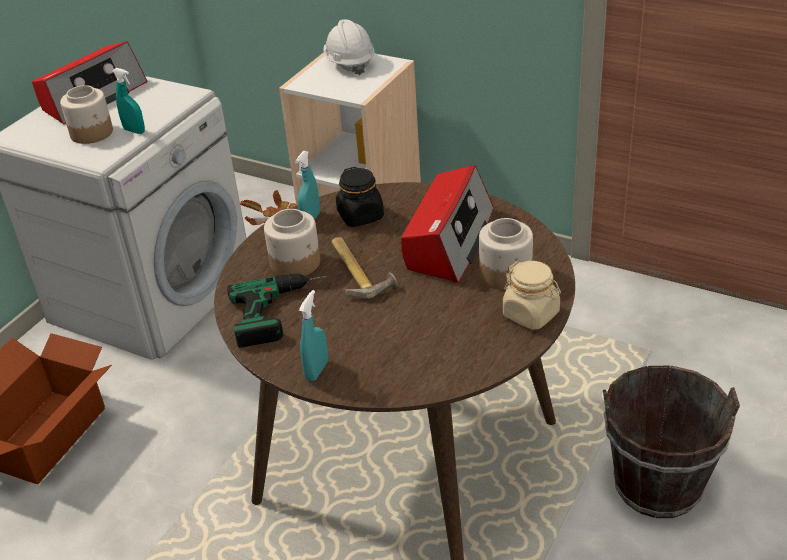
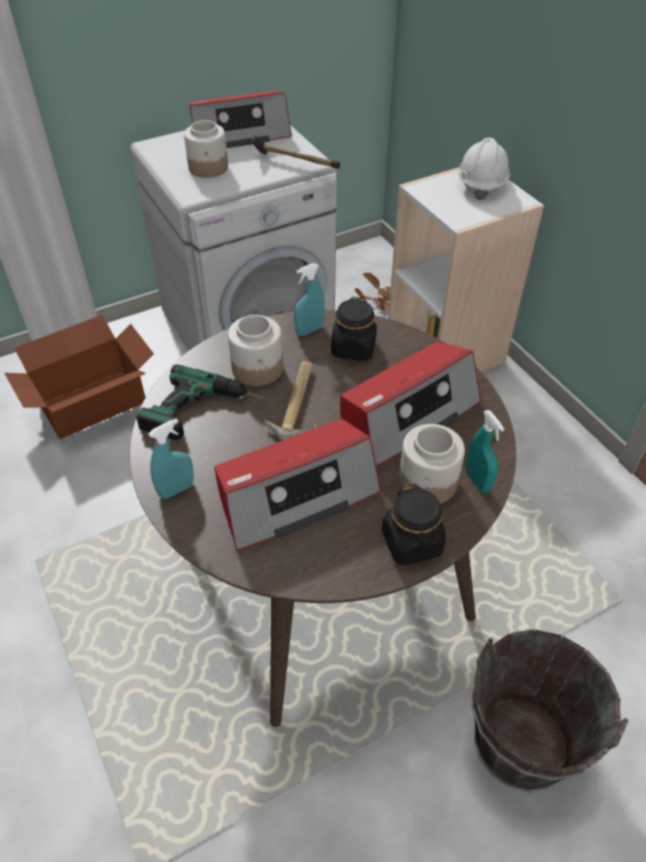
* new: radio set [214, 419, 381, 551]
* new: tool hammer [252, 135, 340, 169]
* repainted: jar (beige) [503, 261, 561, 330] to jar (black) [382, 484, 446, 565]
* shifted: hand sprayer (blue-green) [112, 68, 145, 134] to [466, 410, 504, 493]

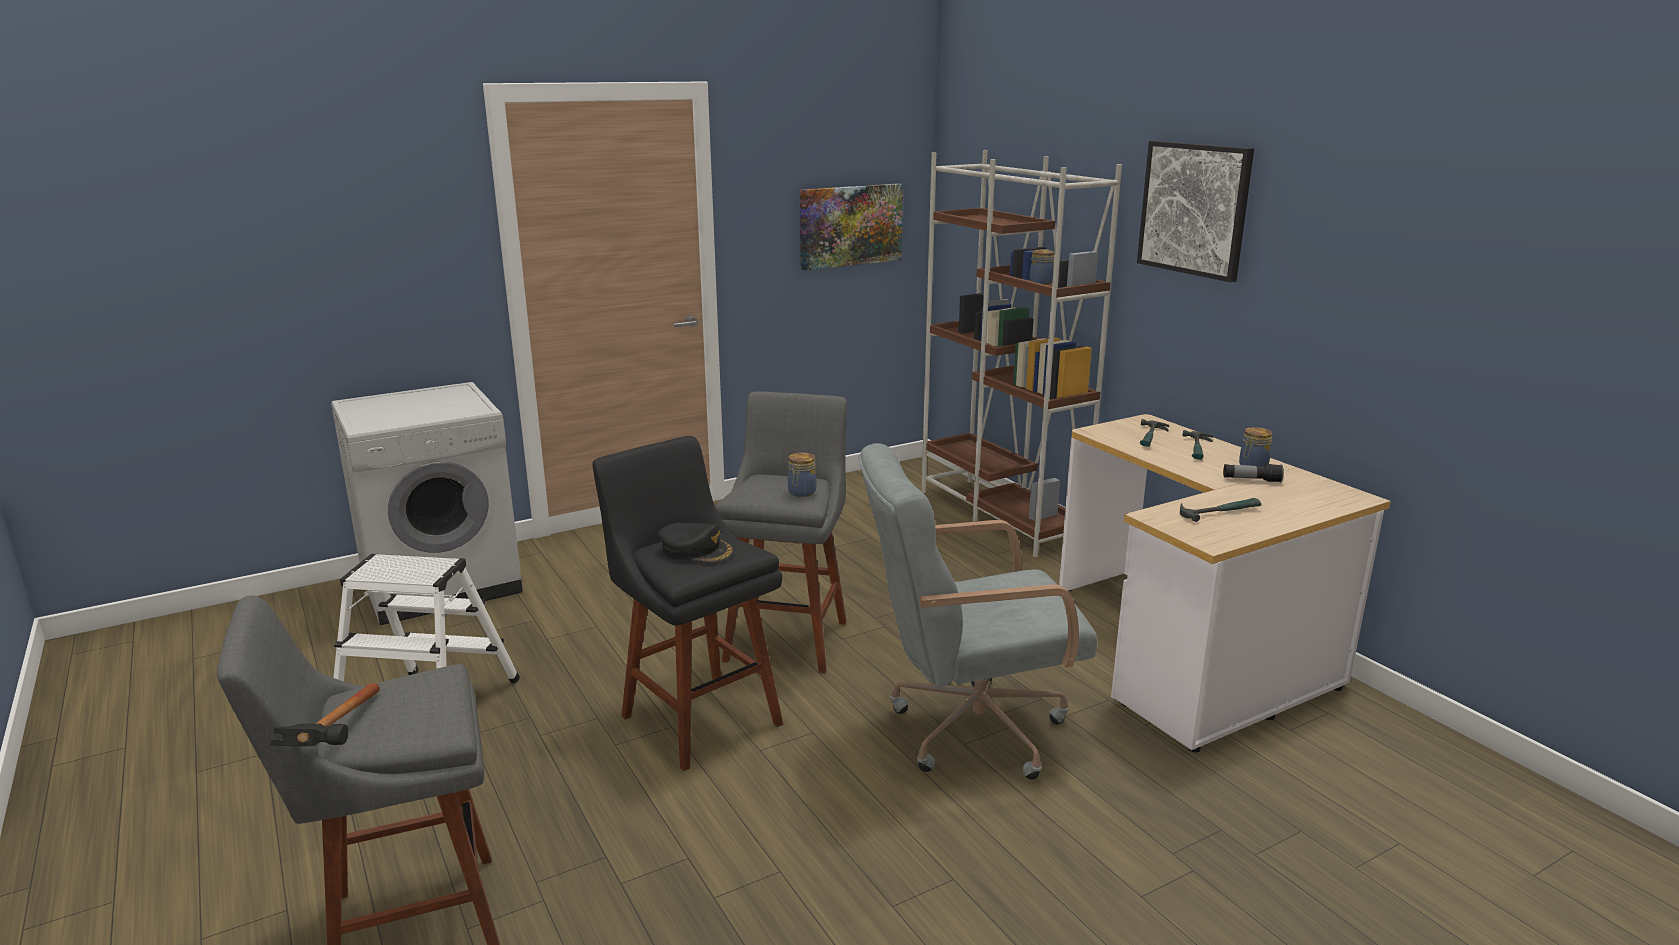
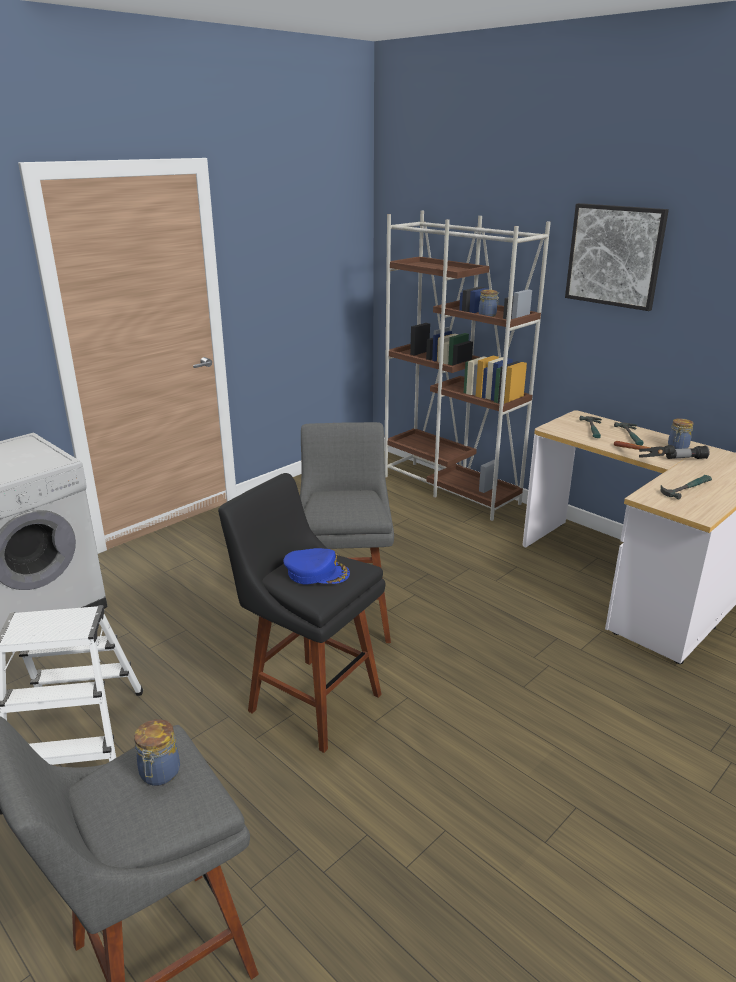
* shifted: jar [788, 452, 816, 497] to [134, 719, 180, 786]
* repainted: baseball cap (black) [658, 523, 734, 563] to baseball cap (blue) [283, 548, 350, 585]
* shifted: tool hammer [270, 683, 380, 746] to [614, 441, 675, 457]
* gone: wall art [800, 183, 903, 270]
* gone: desk chair (grey) [858, 443, 1097, 780]

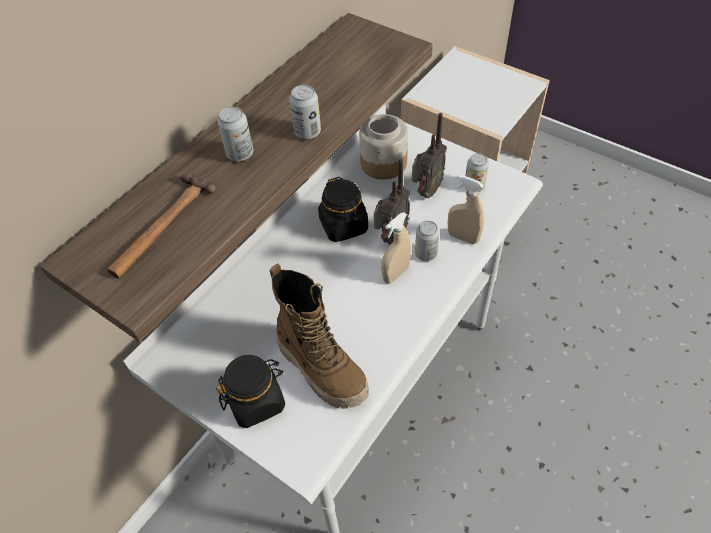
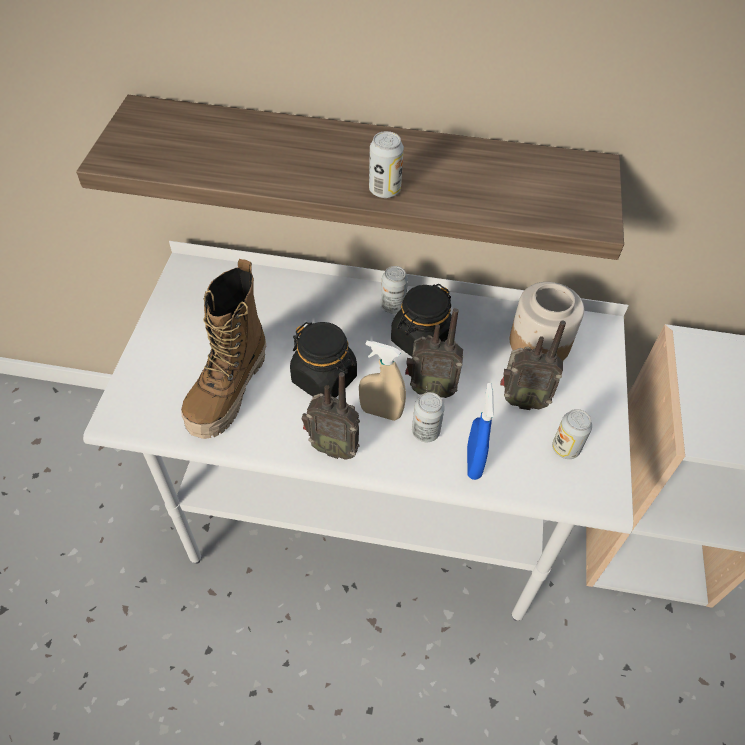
* shifted: jar (black) [216, 355, 285, 428] to [290, 322, 357, 398]
* new: radio set [302, 372, 360, 460]
* shifted: metal can [218, 106, 253, 161] to [381, 266, 408, 314]
* repainted: hand sprayer (beige) [448, 174, 484, 244] to hand sprayer (blue) [467, 383, 494, 480]
* gone: tool hammer [107, 171, 216, 278]

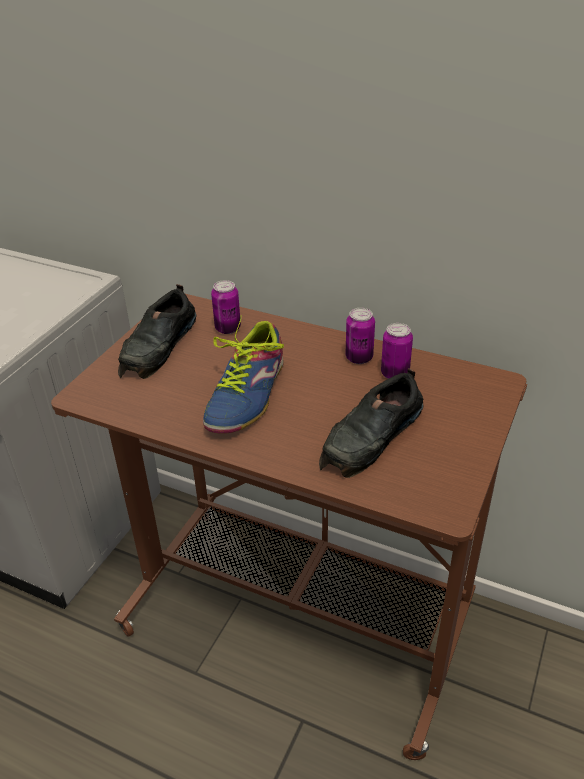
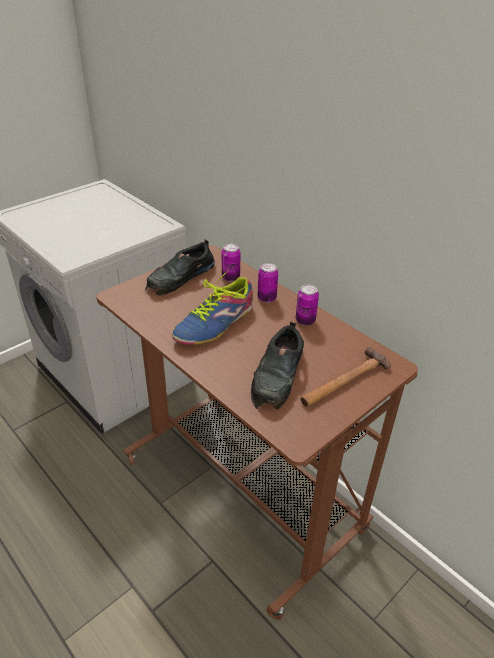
* rotated: shoe (black) [319, 368, 424, 478] = [251, 322, 304, 410] 45 degrees counterclockwise
* shifted: metal can [381, 323, 413, 379] to [257, 263, 278, 303]
* new: tool hammer [301, 347, 391, 407]

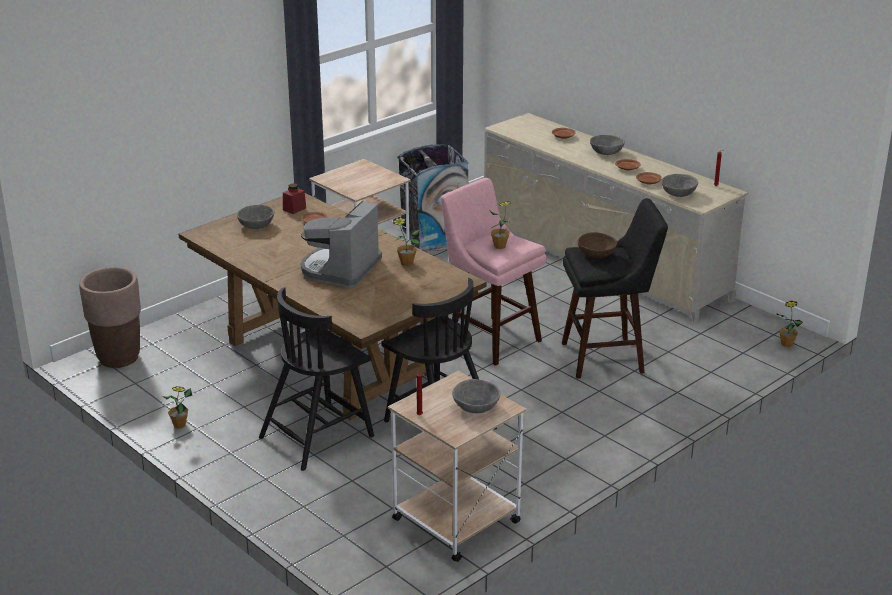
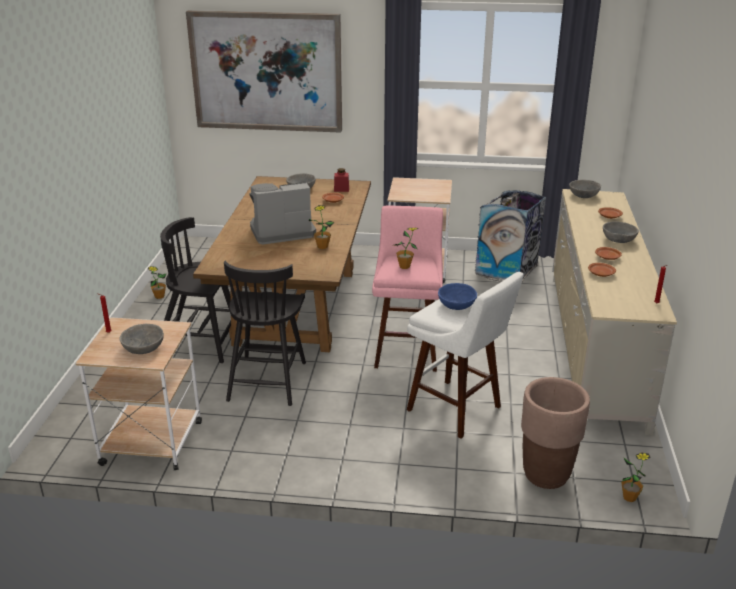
* new: wall art [186, 10, 342, 133]
* repainted: sitting stool (black) [562, 198, 668, 379] to sitting stool (white) [407, 272, 524, 439]
* repainted: bowl (brown-coloured) [578, 232, 617, 258] to bowl (blue) [438, 283, 477, 310]
* shifted: flower pot (brown-coloured) [79, 267, 141, 368] to [521, 377, 590, 489]
* shifted: bowl (grey) [662, 174, 698, 197] to [569, 180, 601, 198]

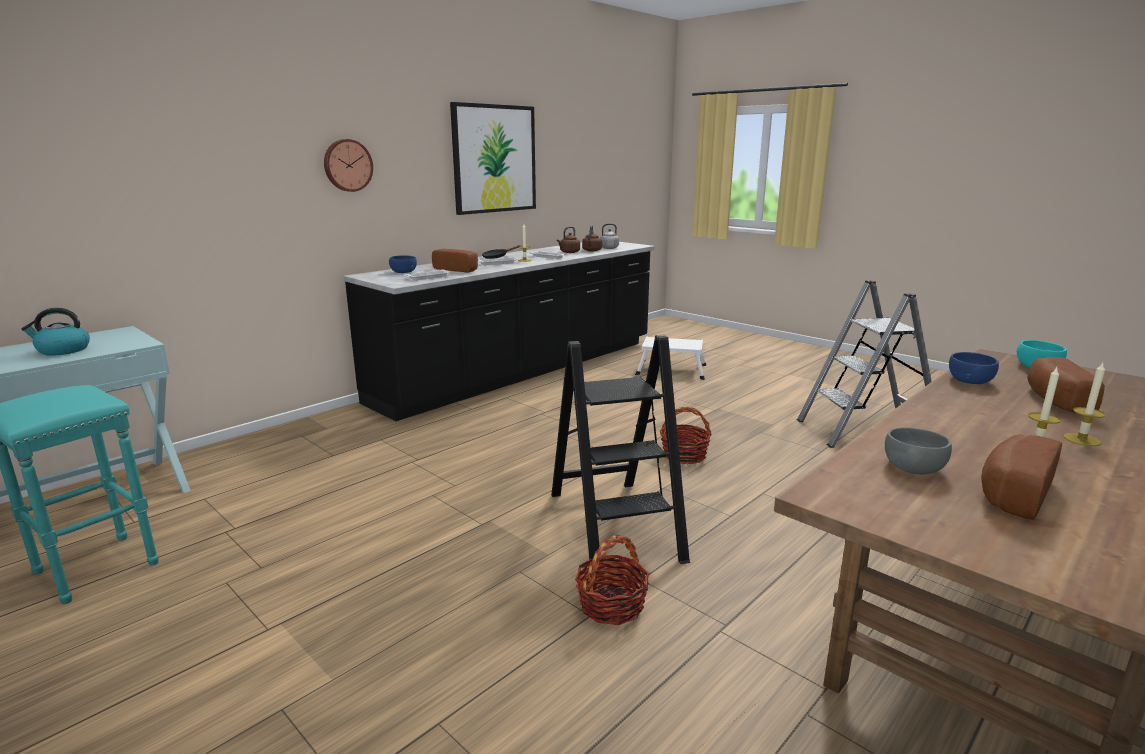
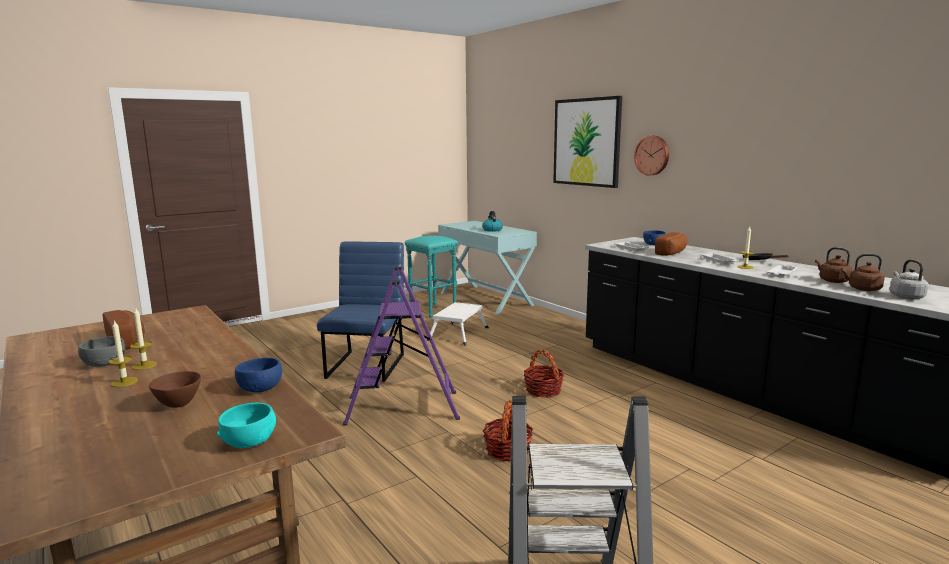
* shifted: bowl (grey) [885, 427, 952, 474] to [78, 336, 125, 367]
* swapped: bakery bread [1027, 357, 1105, 413] to bowl (brown-coloured) [149, 371, 201, 408]
* new: chair (blue) [317, 241, 404, 382]
* repainted: step ladder (black) [551, 335, 690, 574] to step ladder (purplish) [343, 266, 460, 426]
* shifted: step ladder (white) [635, 337, 706, 380] to [427, 302, 489, 346]
* shifted: household basket [575, 535, 649, 625] to [524, 350, 564, 397]
* shifted: wall art [450, 102, 536, 215] to [553, 96, 622, 188]

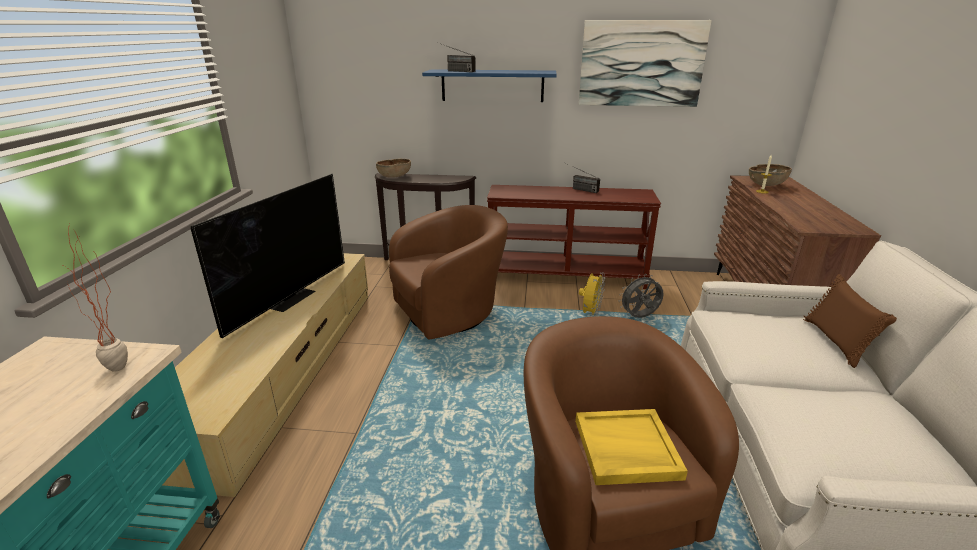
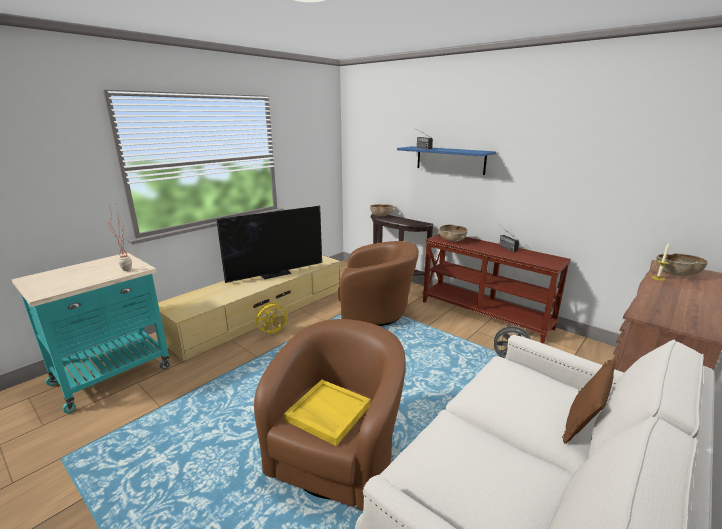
* shifted: fan (yellow) [579, 272, 605, 317] to [255, 302, 291, 336]
* new: bowl (brown-coloured) [439, 225, 467, 242]
* gone: wall art [579, 20, 712, 107]

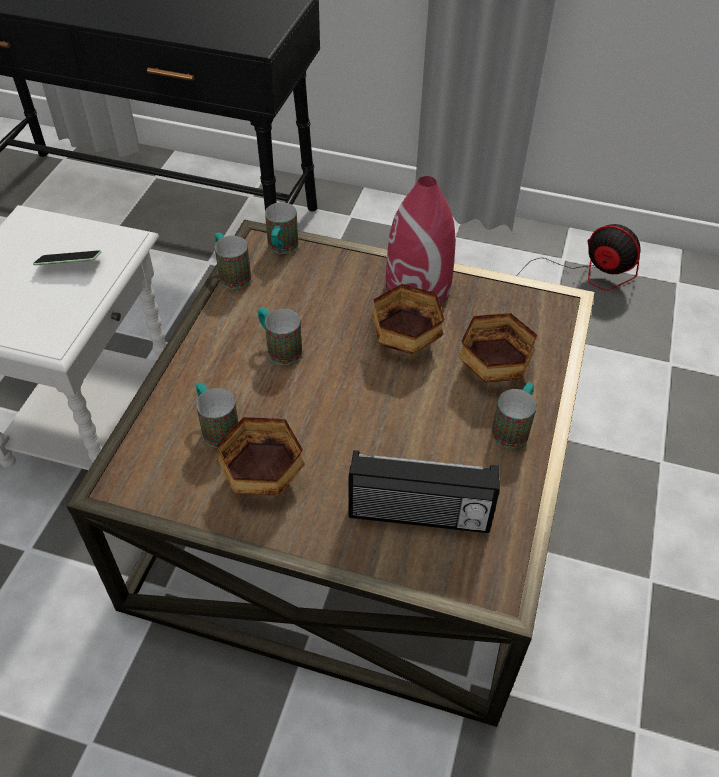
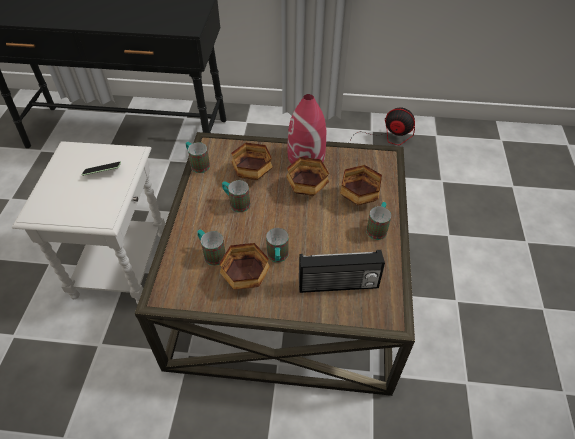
* new: bowl [231, 143, 273, 180]
* shifted: coffee mug [265, 202, 298, 254] to [266, 228, 289, 262]

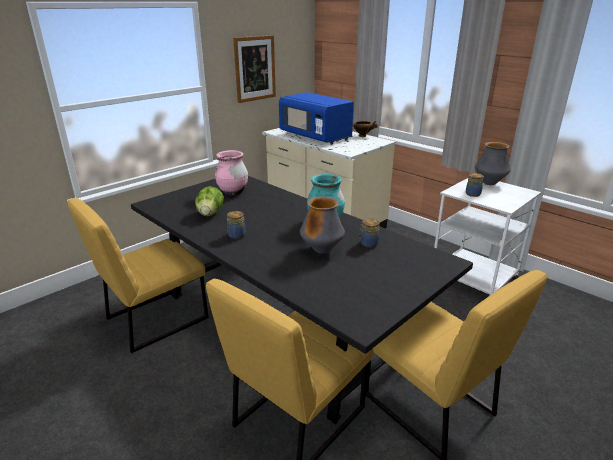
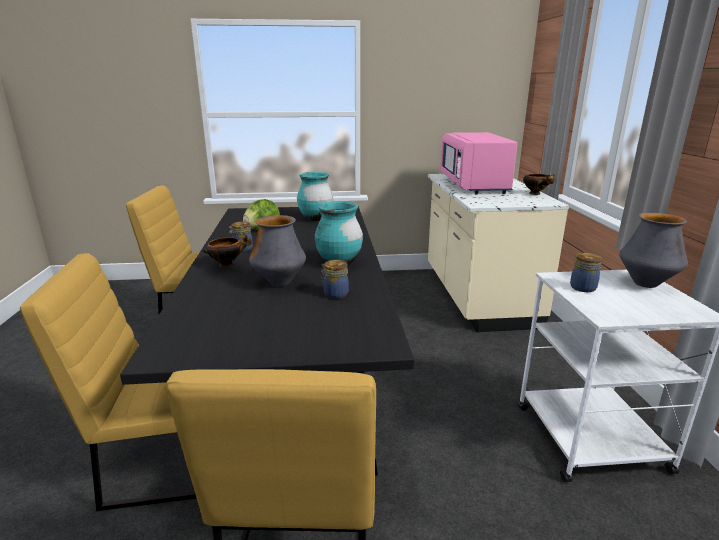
* new: bowl [203, 233, 252, 268]
* repainted: decorative vase (pink) [215, 150, 248, 195] to decorative vase (blue-green) [297, 172, 333, 221]
* repainted: kitchen microwave (blue) [279, 92, 354, 144] to kitchen microwave (pink) [440, 132, 518, 194]
* gone: wall art [233, 35, 276, 103]

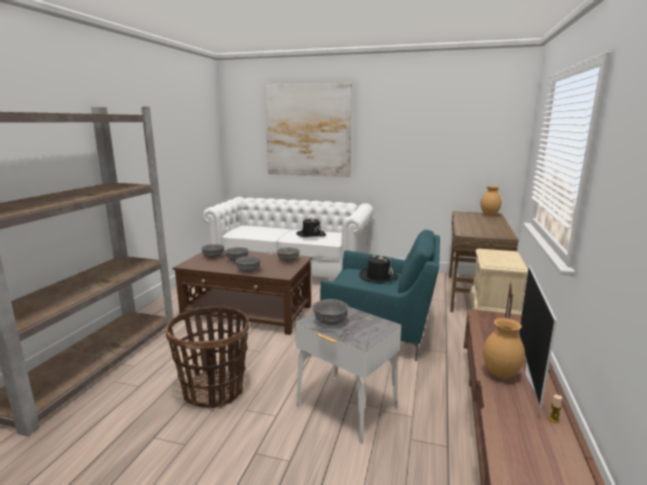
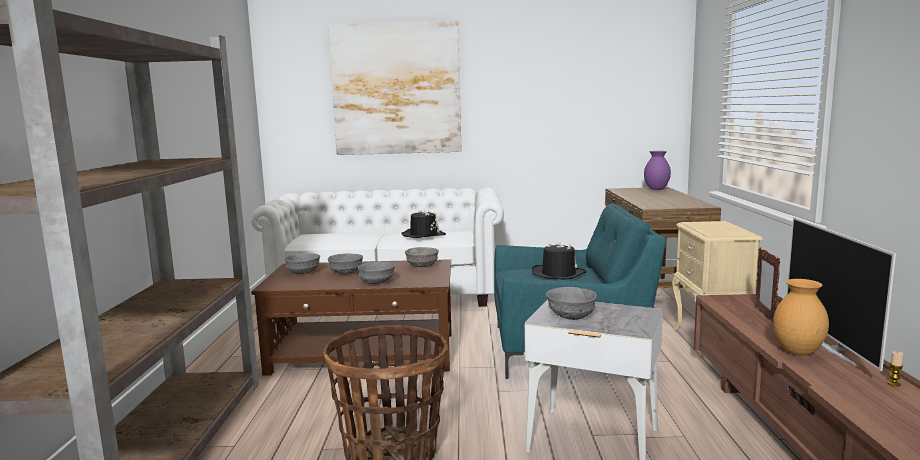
* repainted: decorative vase (brown-coloured) [481, 186, 502, 216] to decorative vase (purplish) [644, 151, 671, 190]

